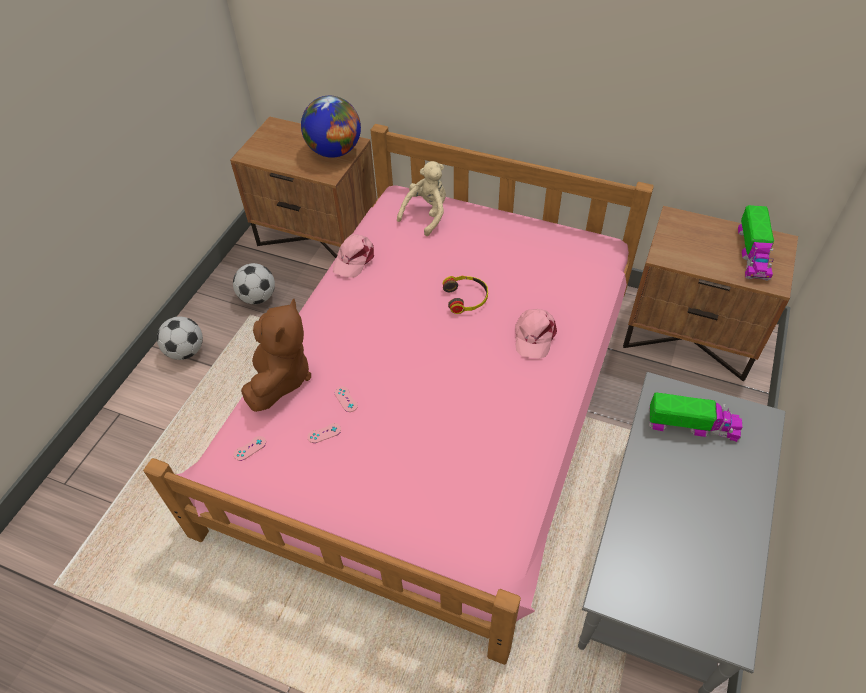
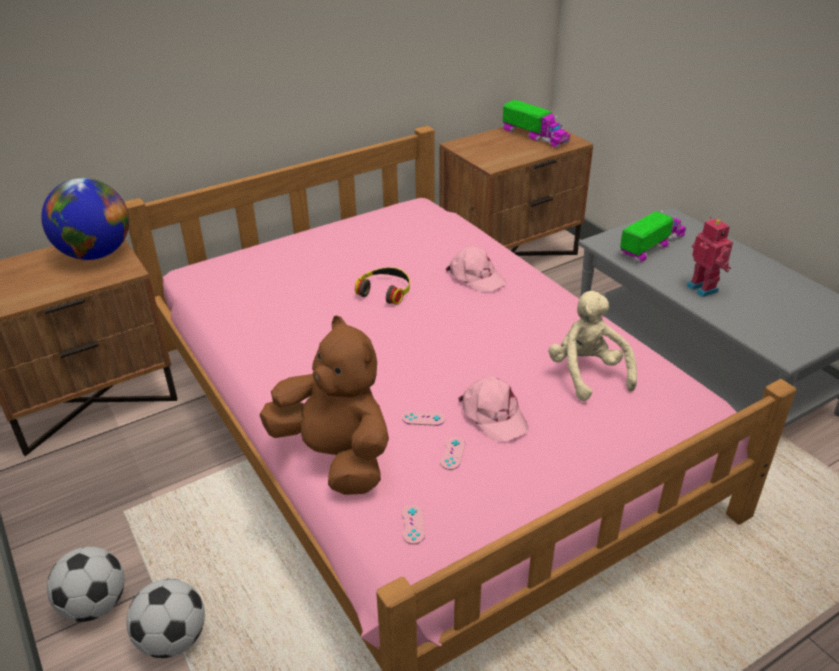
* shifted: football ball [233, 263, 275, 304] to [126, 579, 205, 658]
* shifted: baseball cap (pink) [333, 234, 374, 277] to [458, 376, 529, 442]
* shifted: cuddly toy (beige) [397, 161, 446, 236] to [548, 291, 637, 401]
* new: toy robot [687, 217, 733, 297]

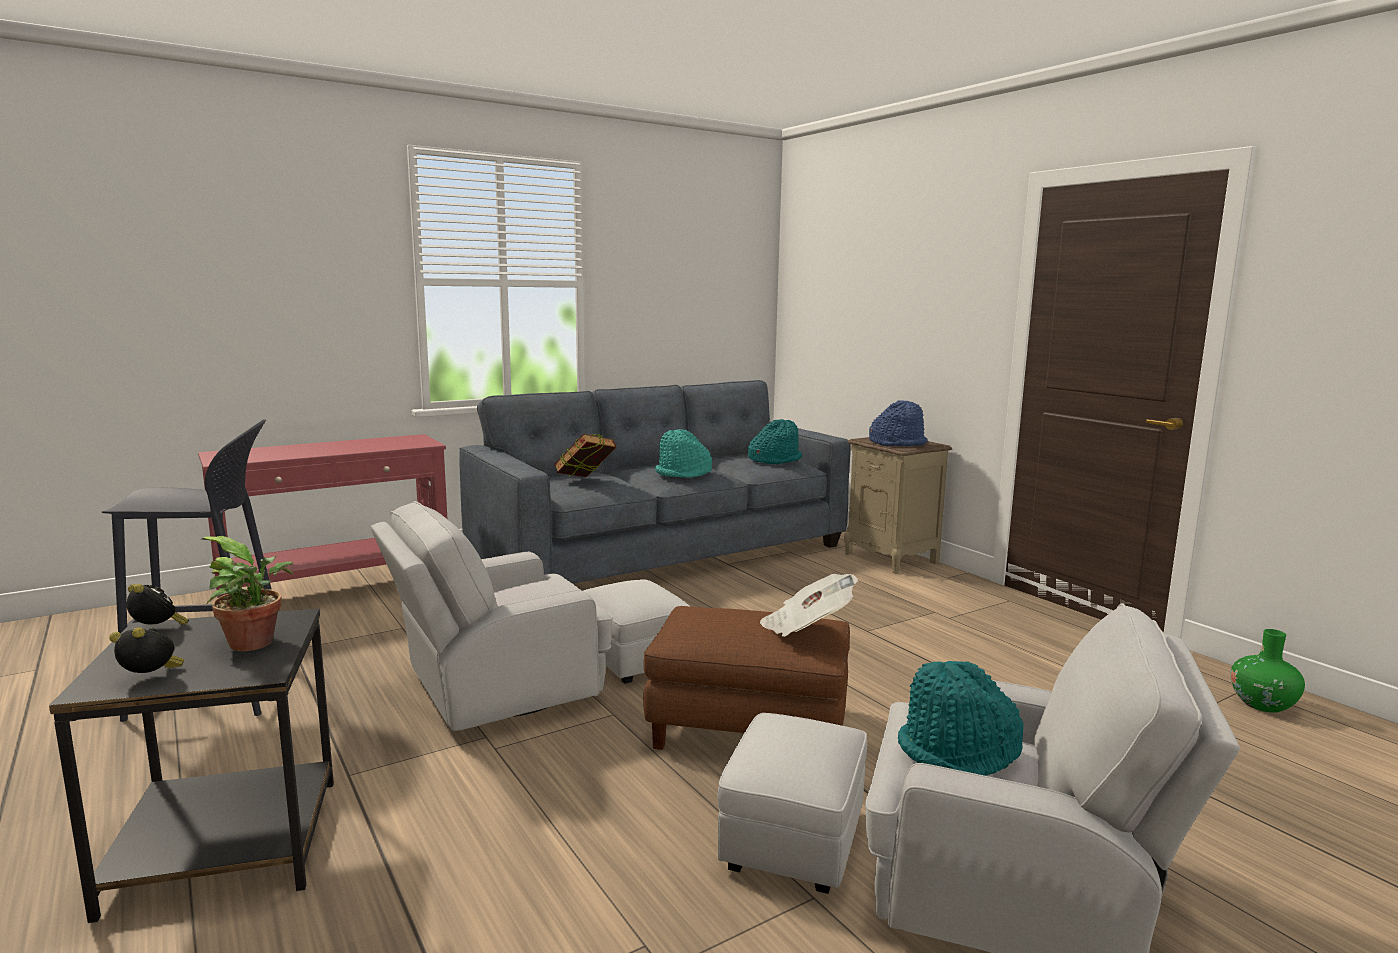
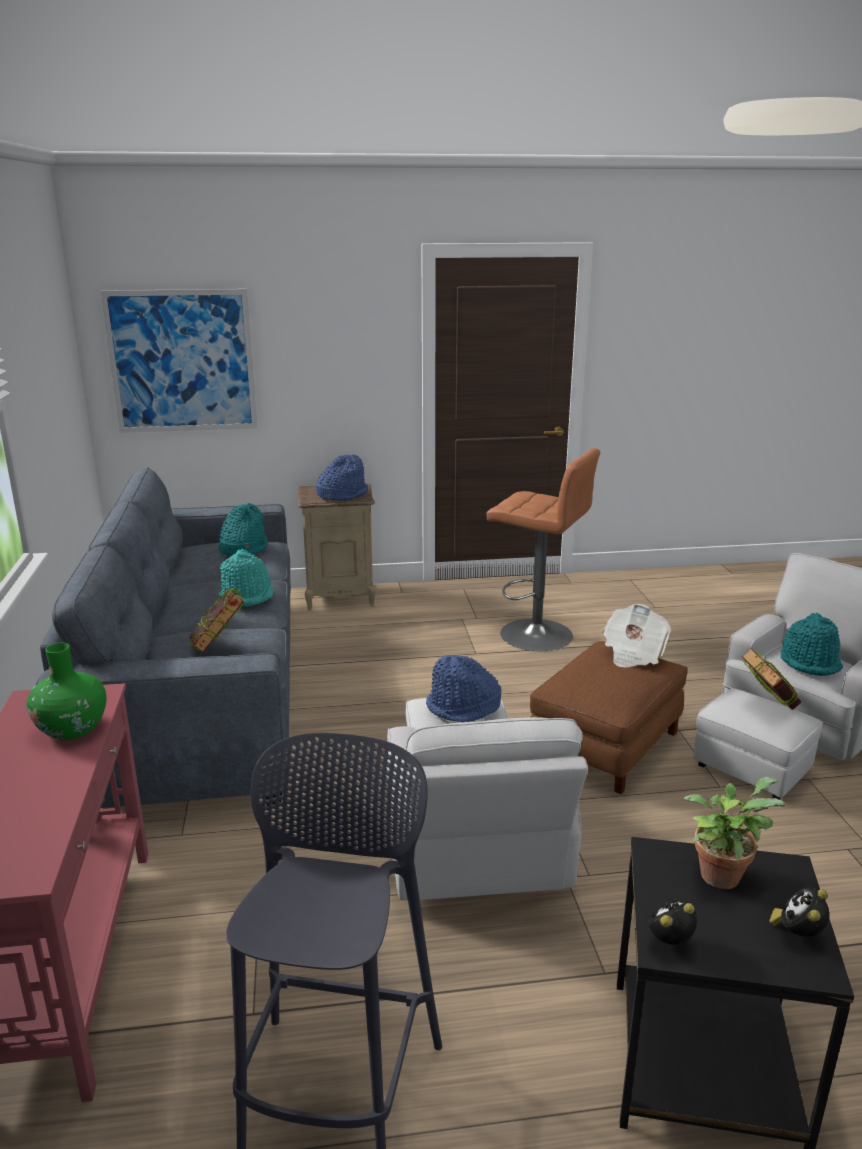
* shifted: decorative vase (green) [1231, 629, 1305, 713] to [27, 643, 106, 740]
* new: wall art [100, 289, 258, 433]
* new: wearable hat (blue) [426, 655, 501, 722]
* new: sitting stool (brown-coloured) [486, 448, 600, 651]
* new: bound book [741, 648, 801, 710]

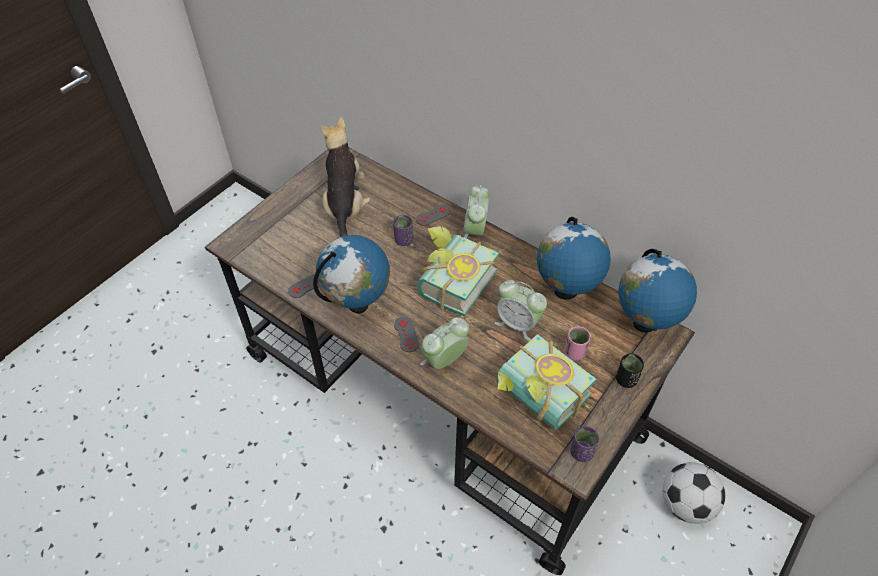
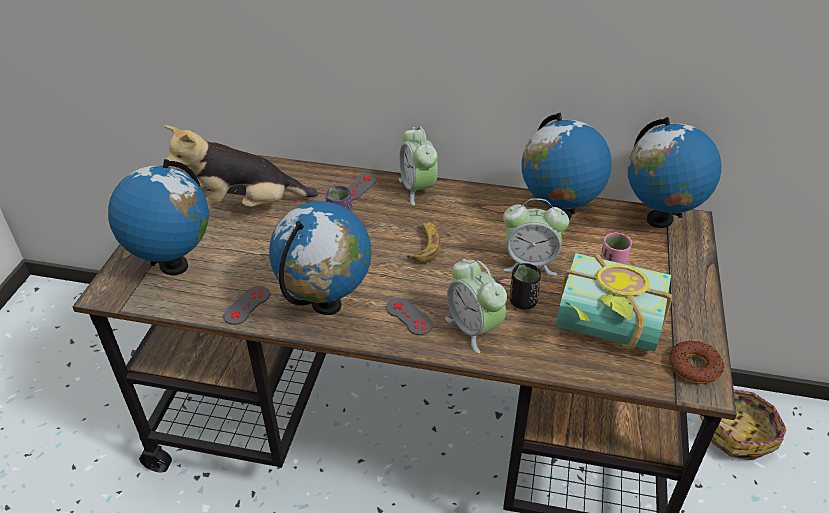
* new: desk globe [108, 159, 209, 275]
* rotated: cuddly toy [321, 117, 371, 237] = [163, 125, 318, 209] 75 degrees counterclockwise
* swapped: bound book [417, 226, 499, 317] to banana [406, 222, 441, 263]
* rotated: table clock [420, 317, 469, 369] = [445, 259, 507, 353] 60 degrees counterclockwise
* shifted: cup (black) [616, 353, 644, 388] to [510, 263, 541, 310]
* swapped: cup (purplish) [570, 426, 599, 462] to ring doughnut [669, 340, 724, 384]
* swapped: football ball [663, 462, 725, 524] to household basket [700, 389, 787, 460]

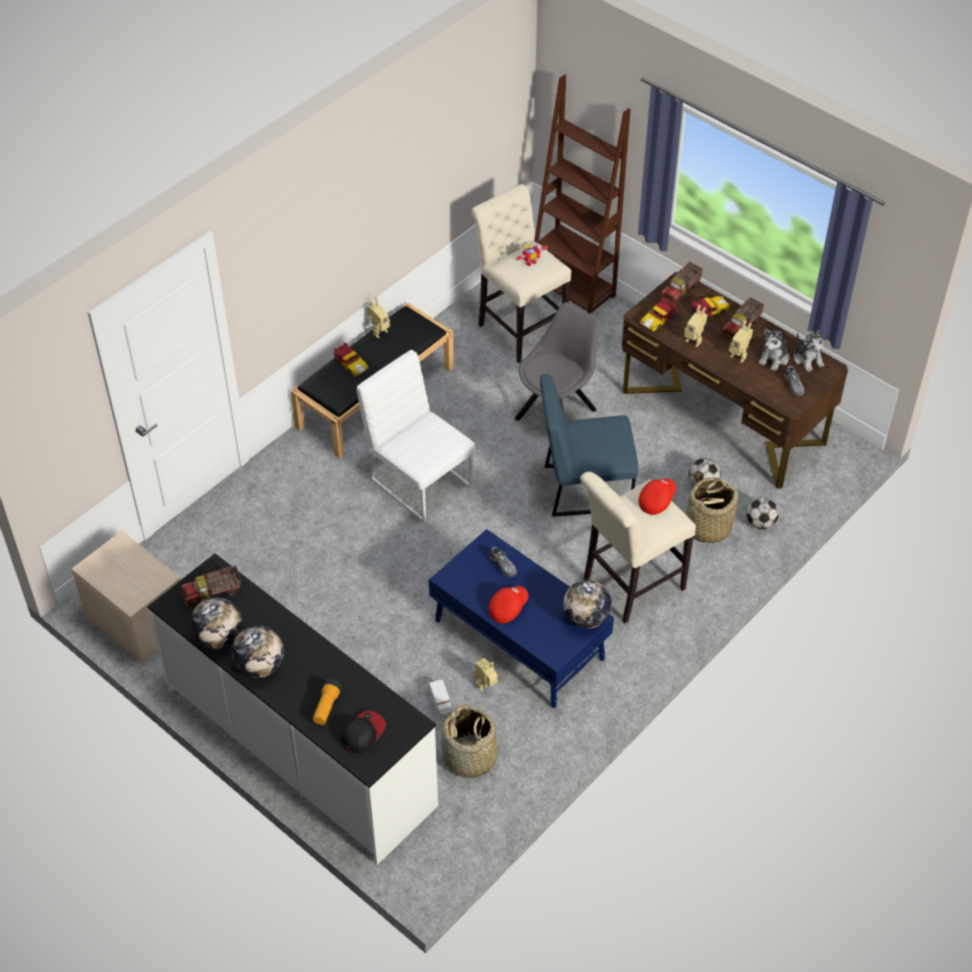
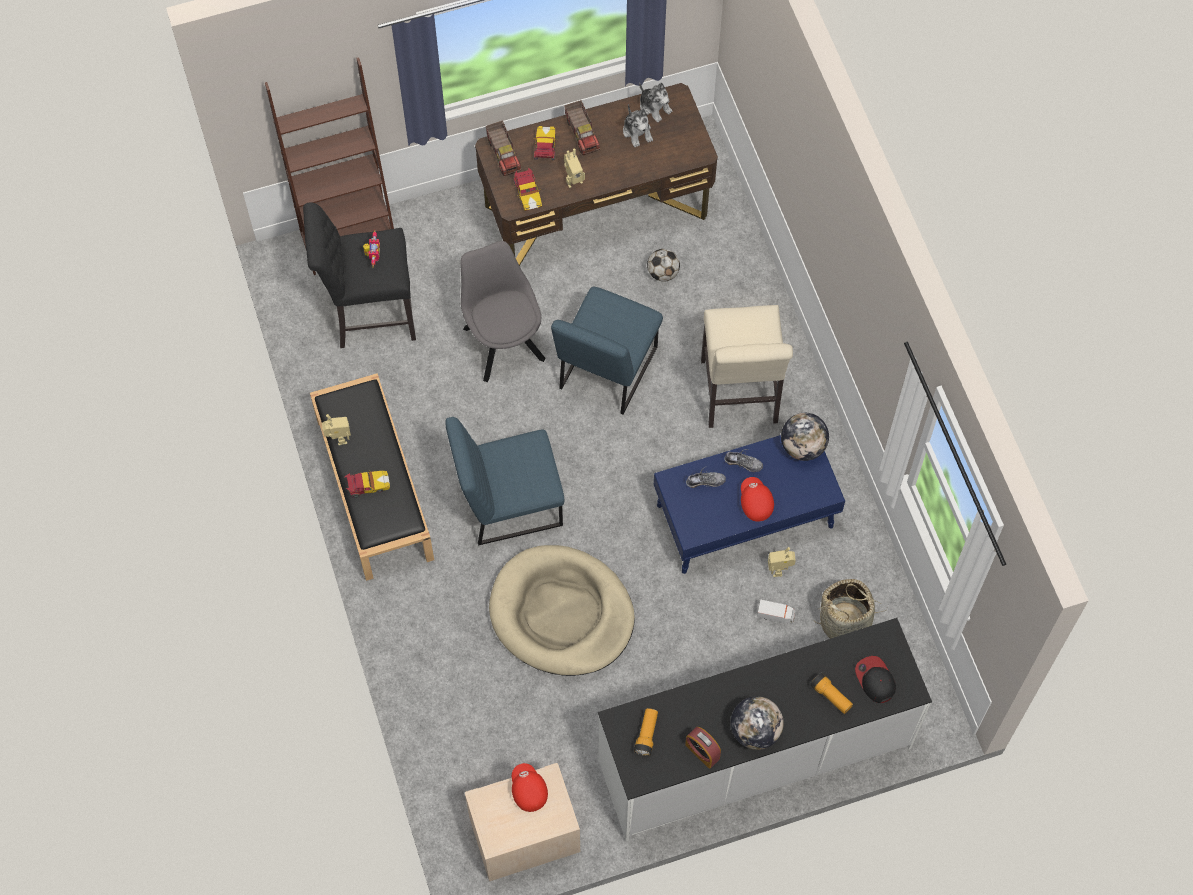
* repainted: sitting stool (beige) [472, 184, 571, 363] to sitting stool (black) [303, 203, 416, 348]
* repainted: chair (white) [357, 350, 475, 523] to chair (blue) [445, 417, 564, 545]
* new: dog cushion (beige) [489, 545, 635, 676]
* shifted: baseball cap (reddish) [639, 478, 676, 515] to [512, 763, 548, 812]
* swapped: toy truck [181, 565, 241, 607] to torch [634, 708, 658, 756]
* rotated: cuddly toy [794, 330, 824, 372] = [639, 83, 673, 122] 45 degrees clockwise
* swapped: desk globe [190, 597, 242, 649] to table clock [685, 727, 721, 769]
* shifted: shoe [784, 366, 805, 396] to [724, 449, 763, 472]
* gone: household basket [685, 477, 738, 543]
* gone: toy robot [729, 320, 753, 363]
* gone: football ball [746, 497, 779, 529]

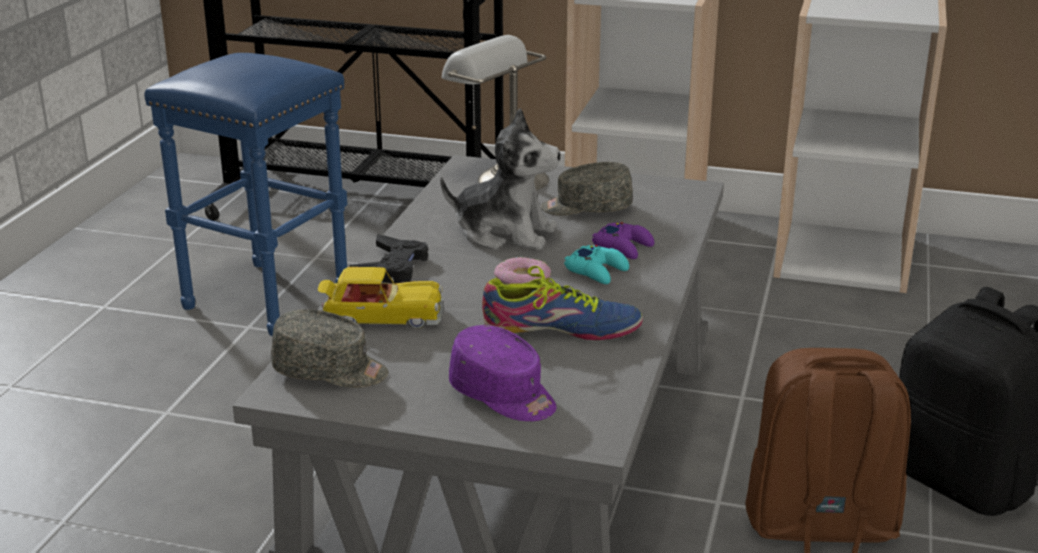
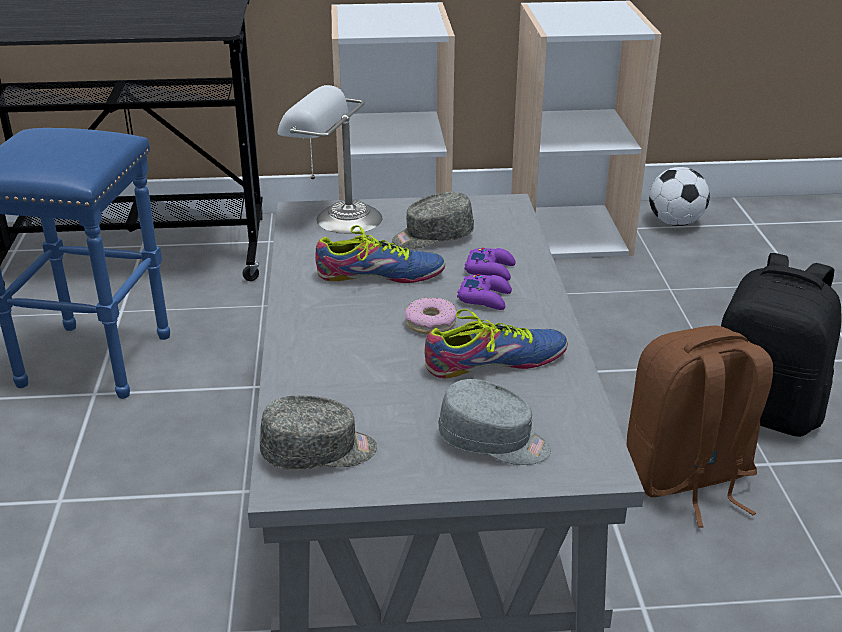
* swapped: cuddly toy [440, 108, 561, 250] to shoe [315, 225, 445, 283]
* repainted: baseball cap (purplish) [449, 325, 556, 421] to baseball cap (grey) [438, 379, 551, 465]
* repainted: joypad (blue-green) [564, 245, 629, 284] to joypad (purplish) [457, 274, 512, 310]
* new: football ball [649, 167, 710, 226]
* gone: toy car [318, 267, 444, 329]
* gone: joypad (black) [350, 234, 428, 283]

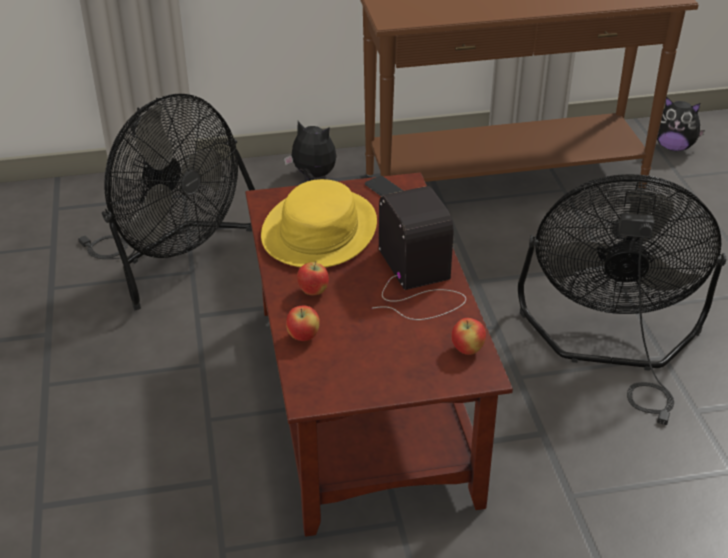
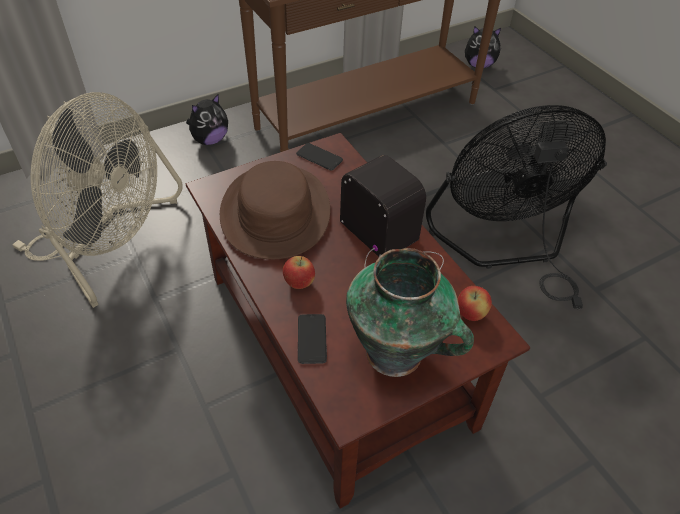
* repainted: fan (black) [78, 94, 255, 310] to fan (beige) [13, 92, 183, 308]
* rotated: cuddly toy [284, 121, 337, 181] = [186, 93, 228, 145] 135 degrees clockwise
* repainted: wearable hat (yellow) [261, 179, 377, 267] to wearable hat (brown-coloured) [220, 161, 330, 259]
* swapped: whole apple [286, 305, 320, 341] to telephone [298, 314, 327, 364]
* new: decorative vase [346, 248, 474, 377]

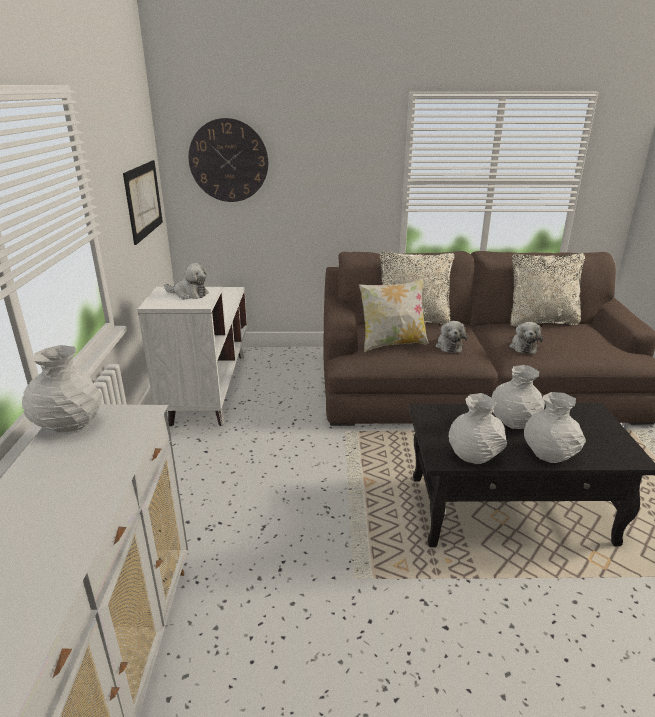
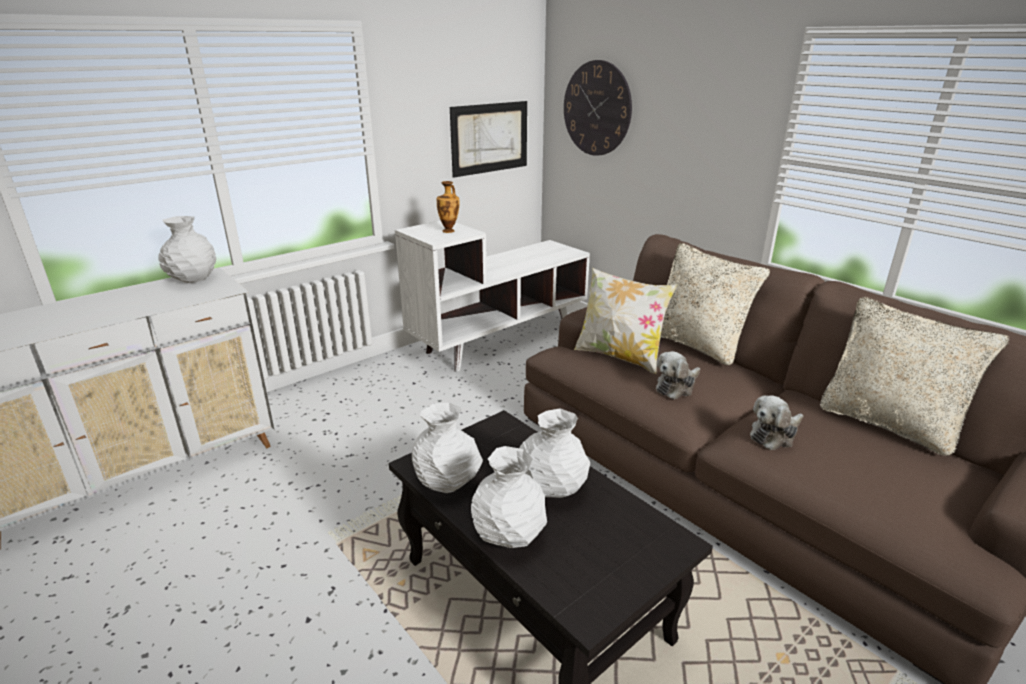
* swapped: cuddly toy [164, 263, 209, 299] to decorative vase [437, 181, 459, 233]

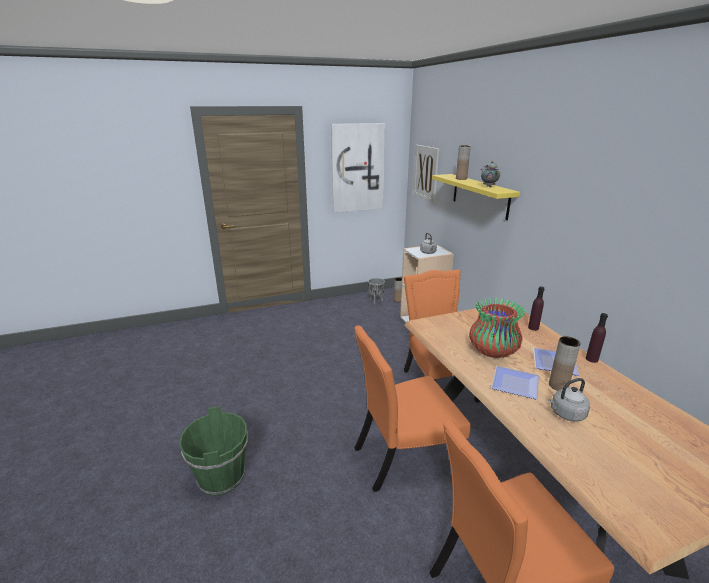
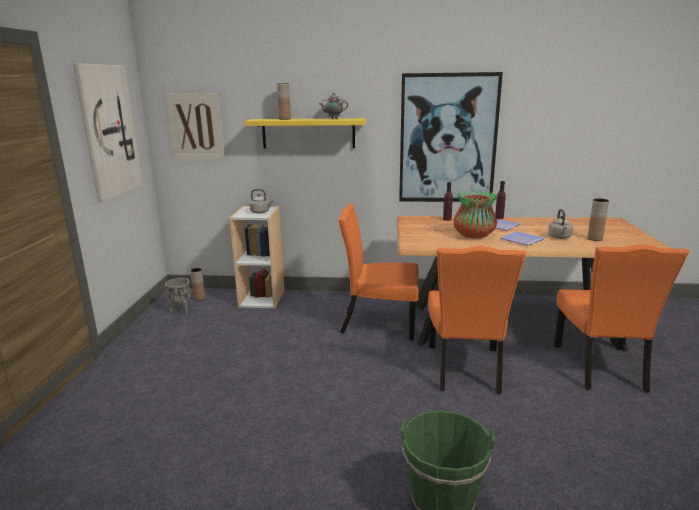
* new: wall art [399, 72, 503, 202]
* shifted: decorative vase (brown-coloured) [549, 336, 580, 391] to [587, 198, 609, 241]

